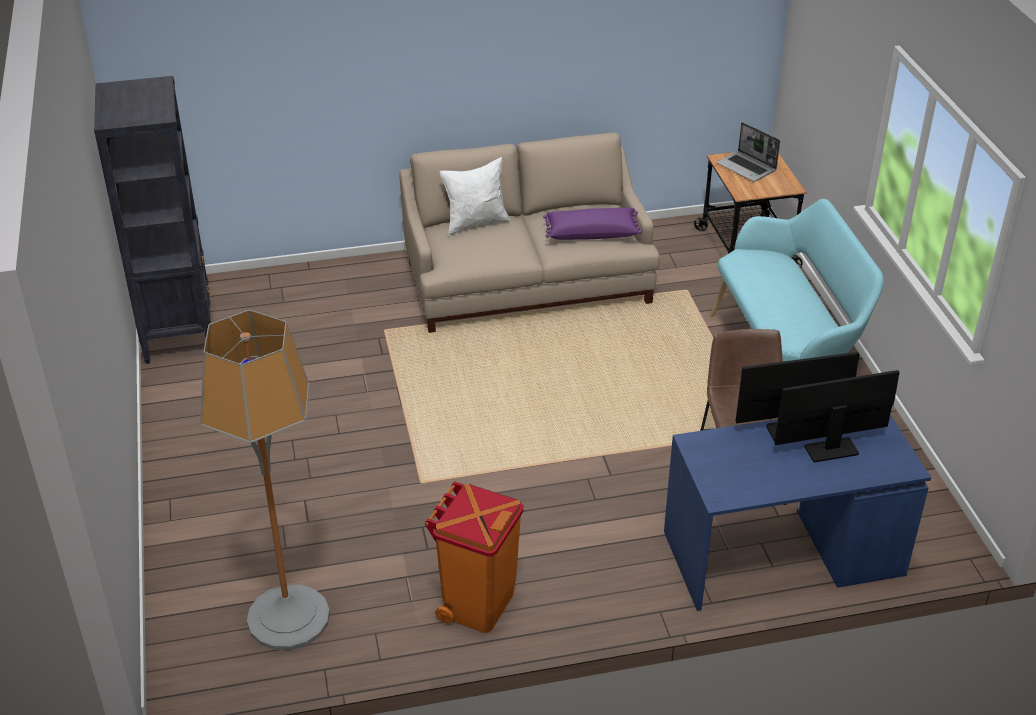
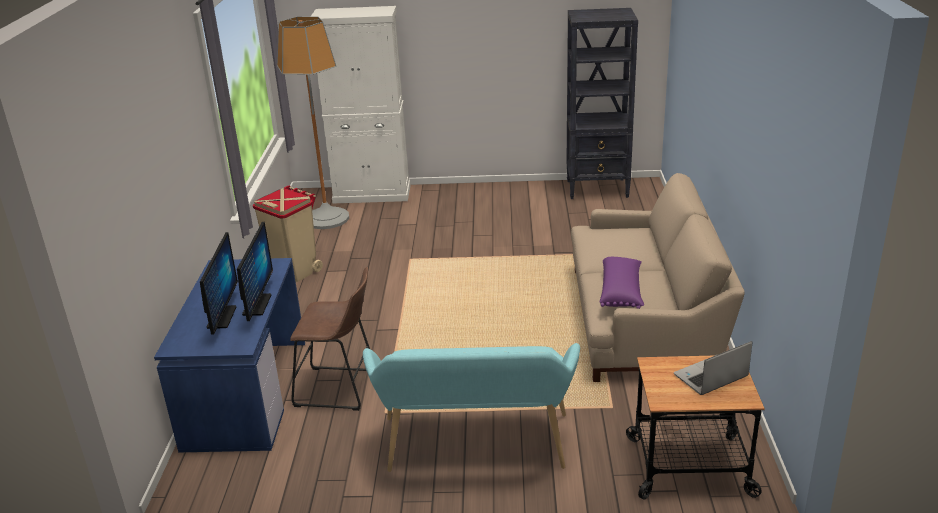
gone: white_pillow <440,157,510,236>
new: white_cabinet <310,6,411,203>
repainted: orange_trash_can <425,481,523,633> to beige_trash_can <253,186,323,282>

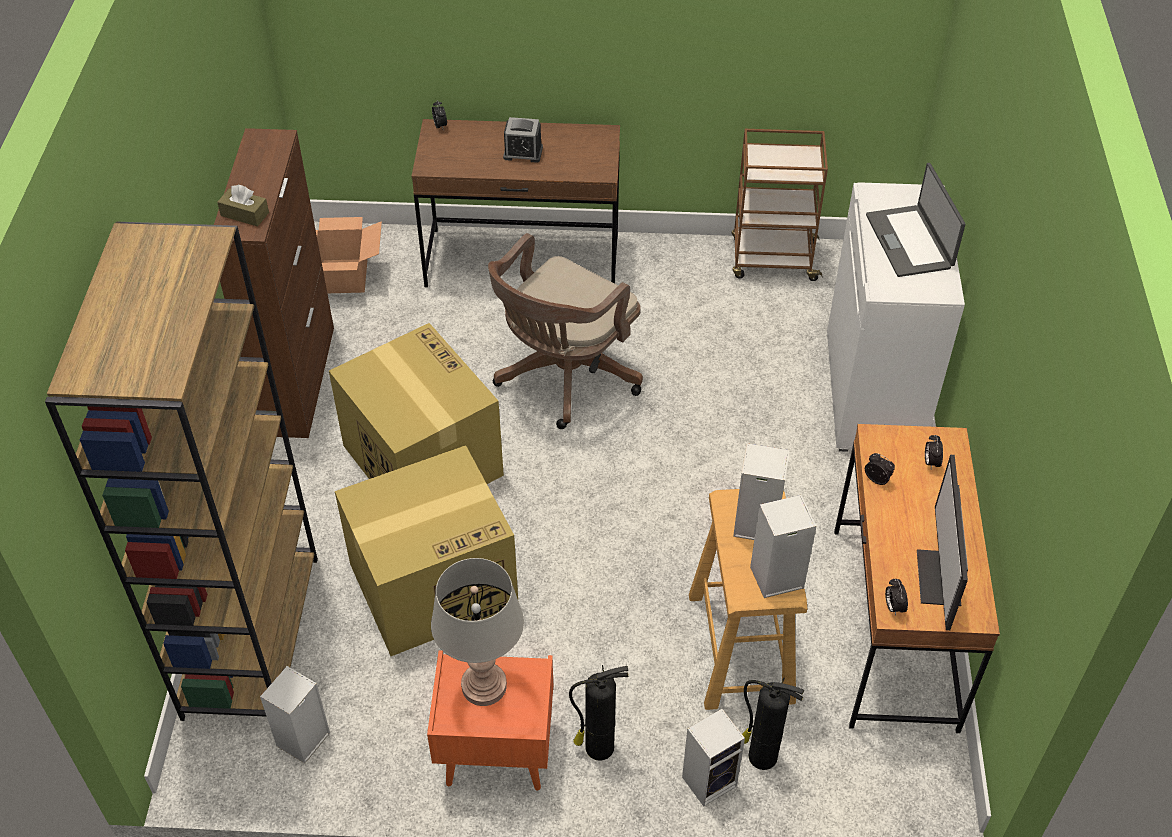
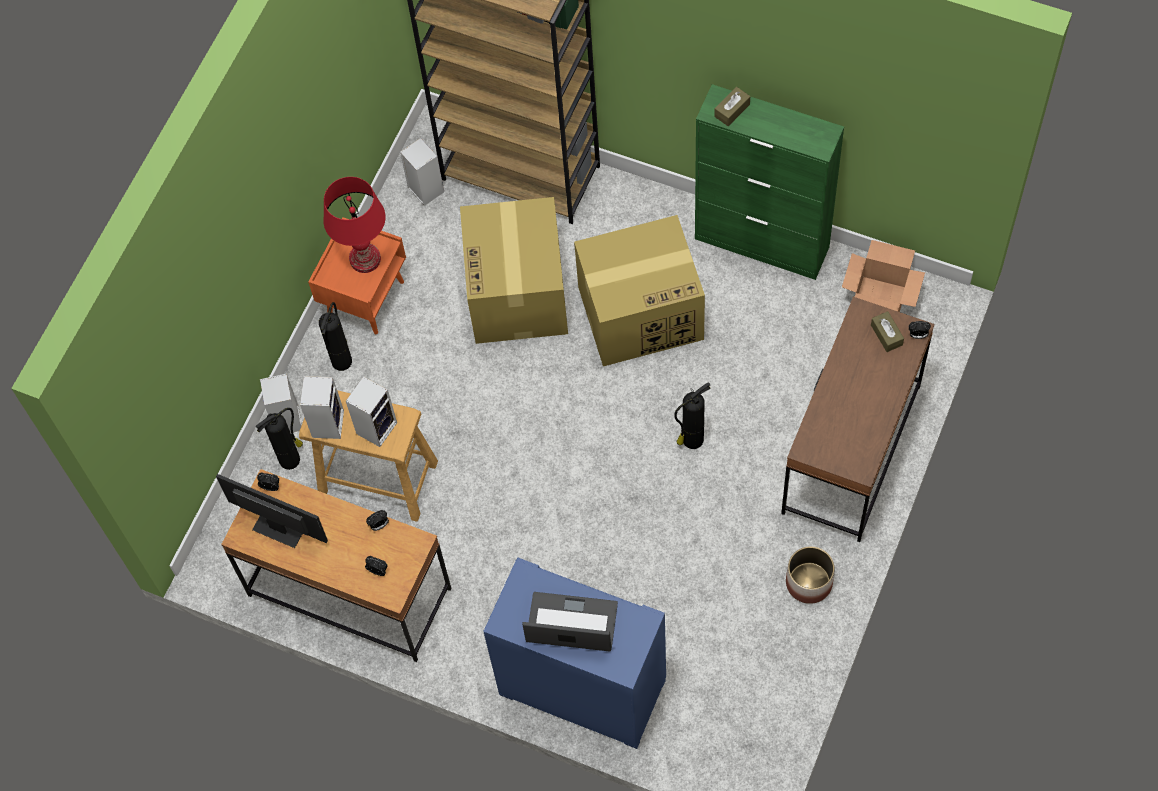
gone: alarm_clock <503,117,543,163>; brown_cart <732,129,828,281>
new: planter <786,546,835,604>; brown_tissue_box <871,311,904,352>
swapped: brown_office_chair <488,233,643,429> to fire_extinguisher <674,382,711,449>
repainted: grey_table_lamp <431,558,524,706> to red_table_lamp <323,177,386,273>; white_cabinet <827,182,965,452> to blue_cabinet <483,558,666,749>; brown_cabinet <214,128,334,438> to green_cabinet <695,84,844,280>

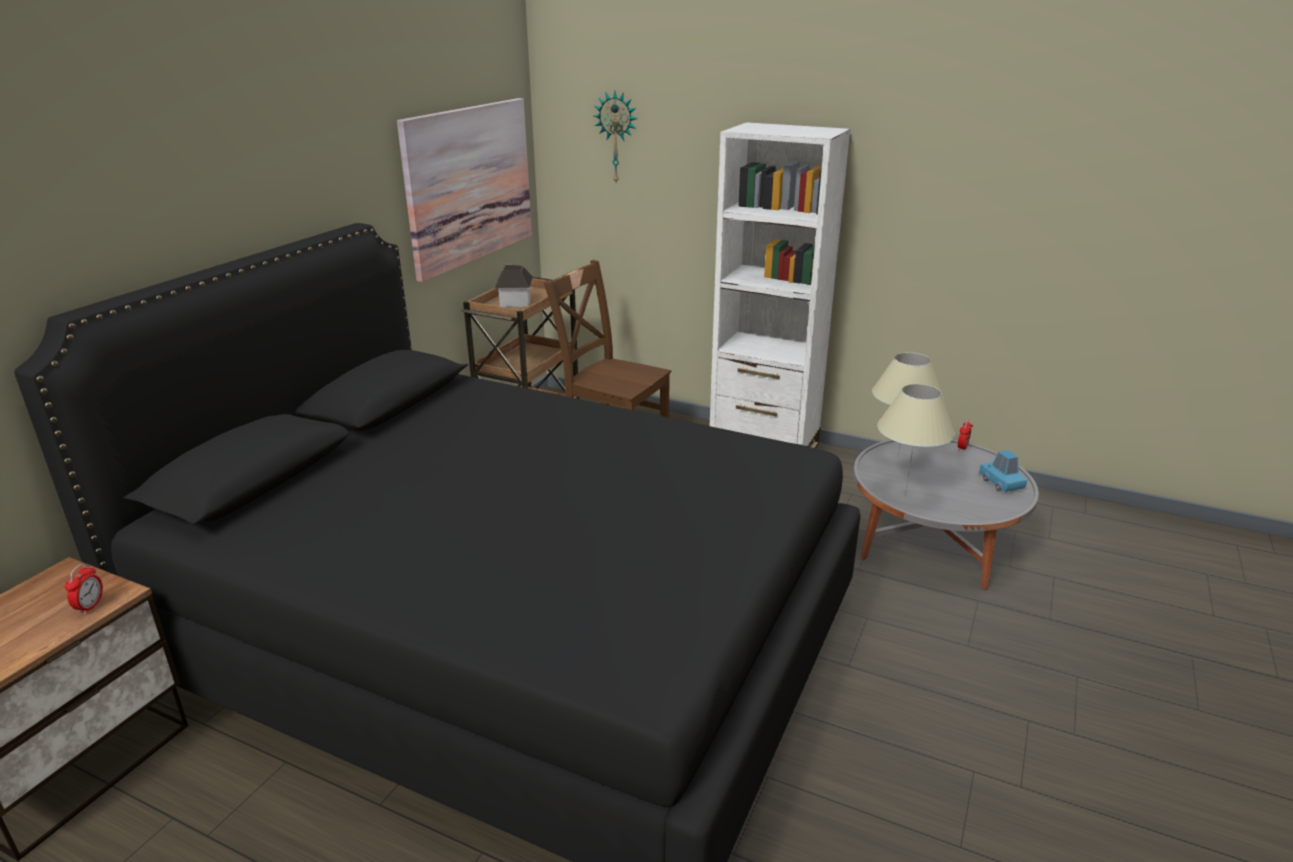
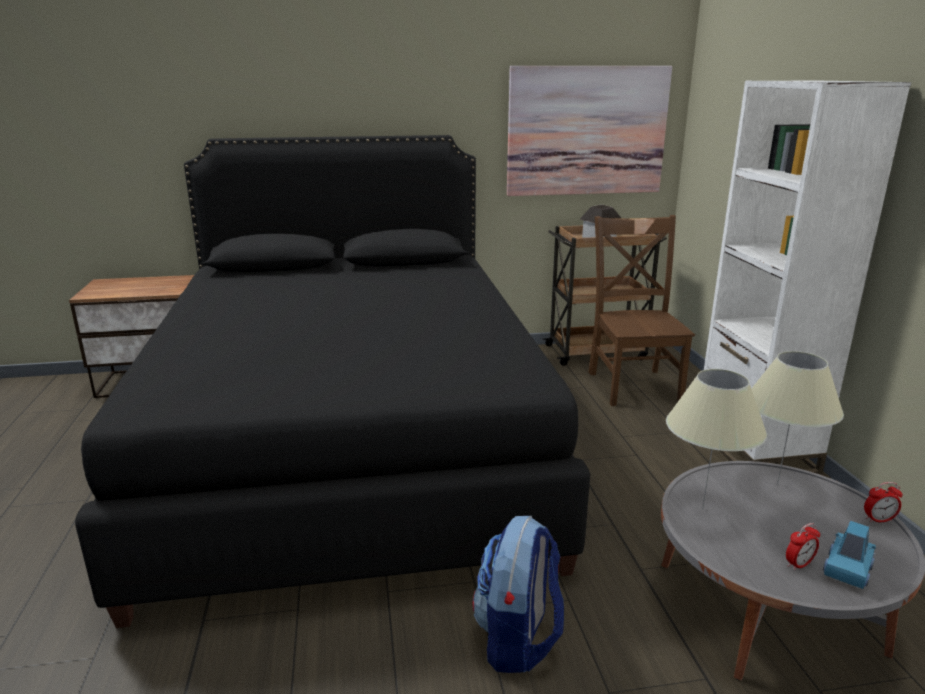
gone: wall_clock <594,91,638,183>
new: backpack <472,516,564,673>
shifted: alarm_clock <65,564,103,615> to <786,523,820,571>

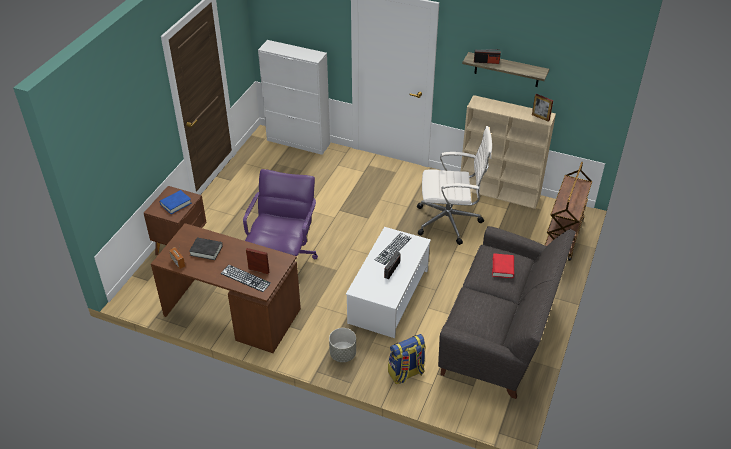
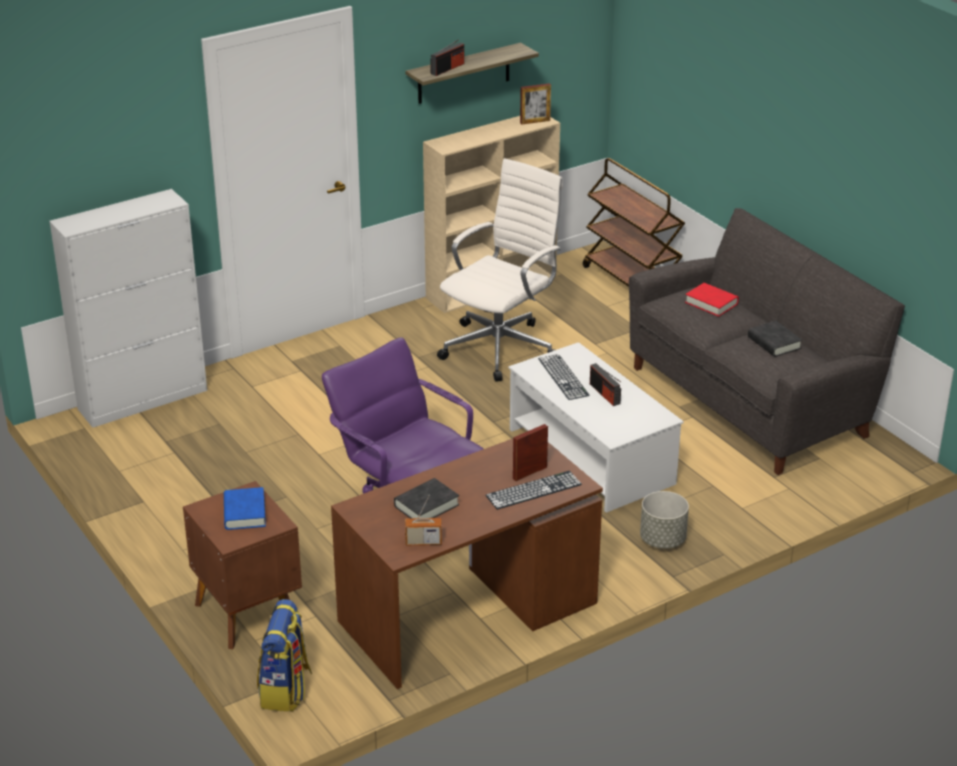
new: black_book <748,321,802,357>
shifted: backpack <388,334,426,384> to <257,599,312,712>

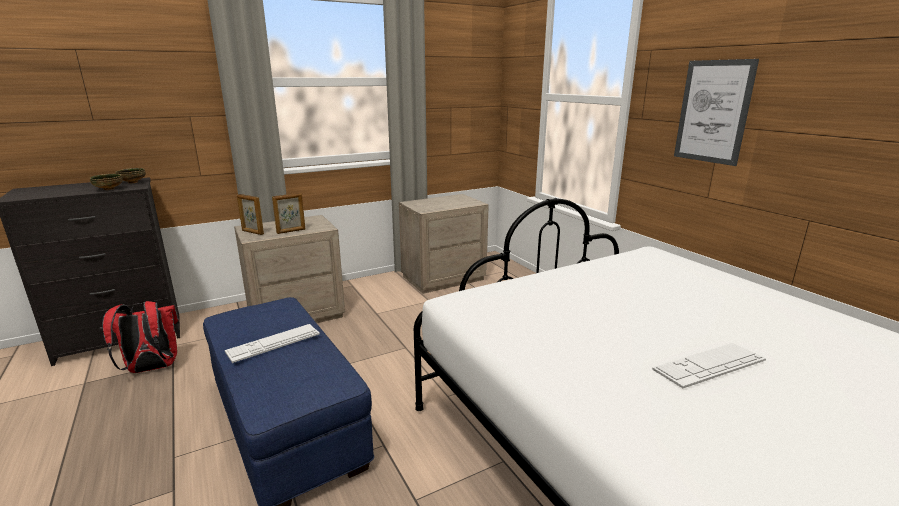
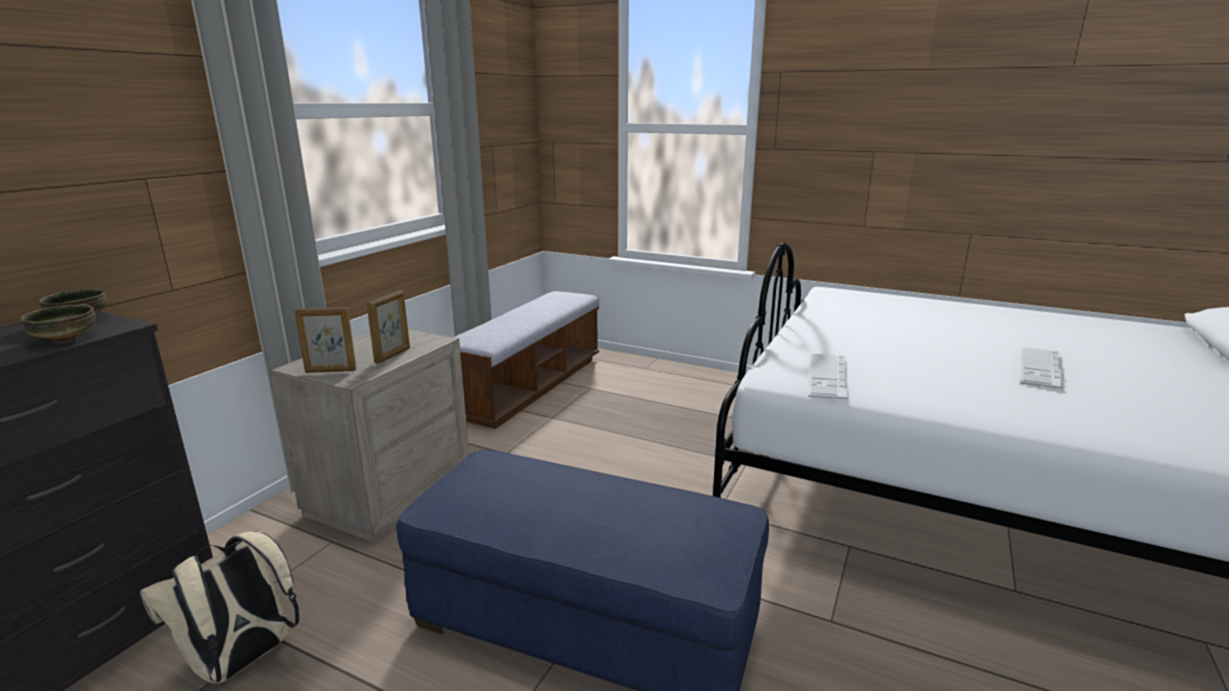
gone: picture <674,59,759,166>
shifted: keyboard <225,324,320,363> to <808,354,848,400>
swapped: beige_nightstand <399,194,489,294> to bench <453,291,599,429>
repainted: red_backpack <102,301,179,373> to beige_backpack <140,530,299,683>

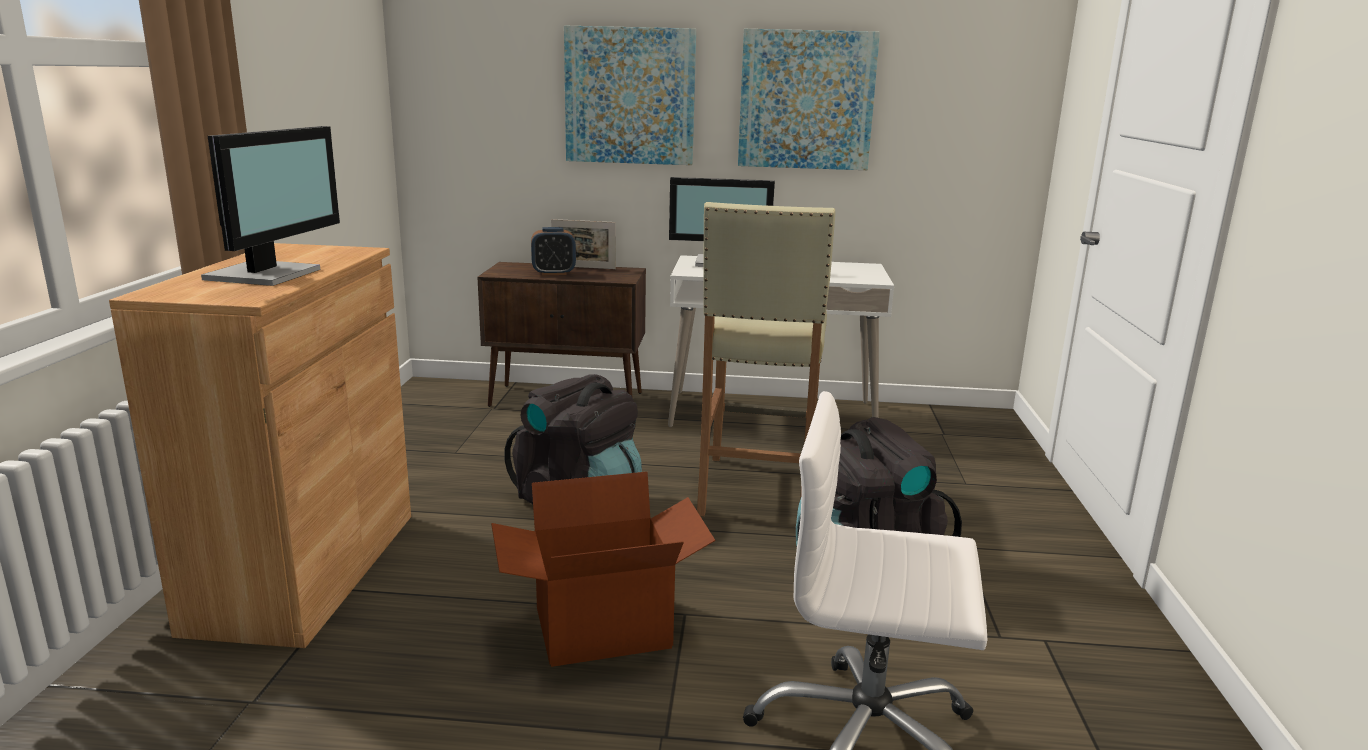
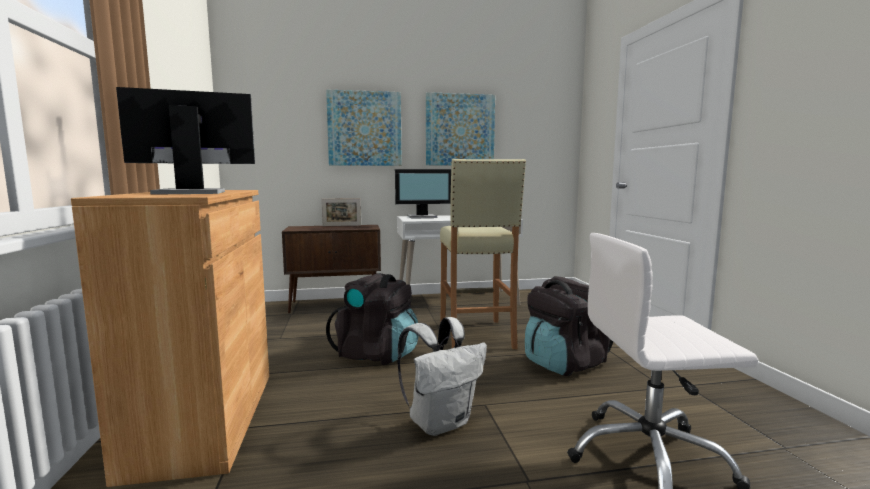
gone: alarm_clock <531,227,576,275>
swapped: cardboard_box <491,472,716,667> to white_backpack <398,317,487,436>
rotated: monitor <201,126,340,286> = <116,87,255,195> 105 degrees counterclockwise

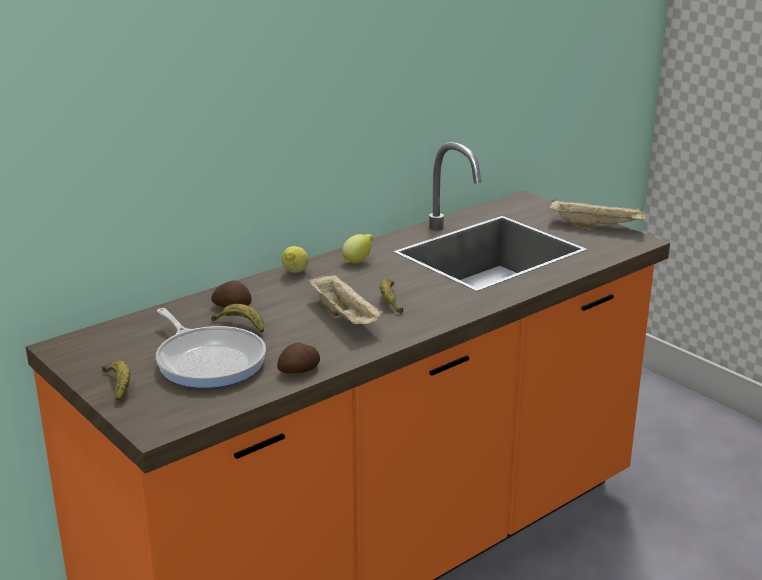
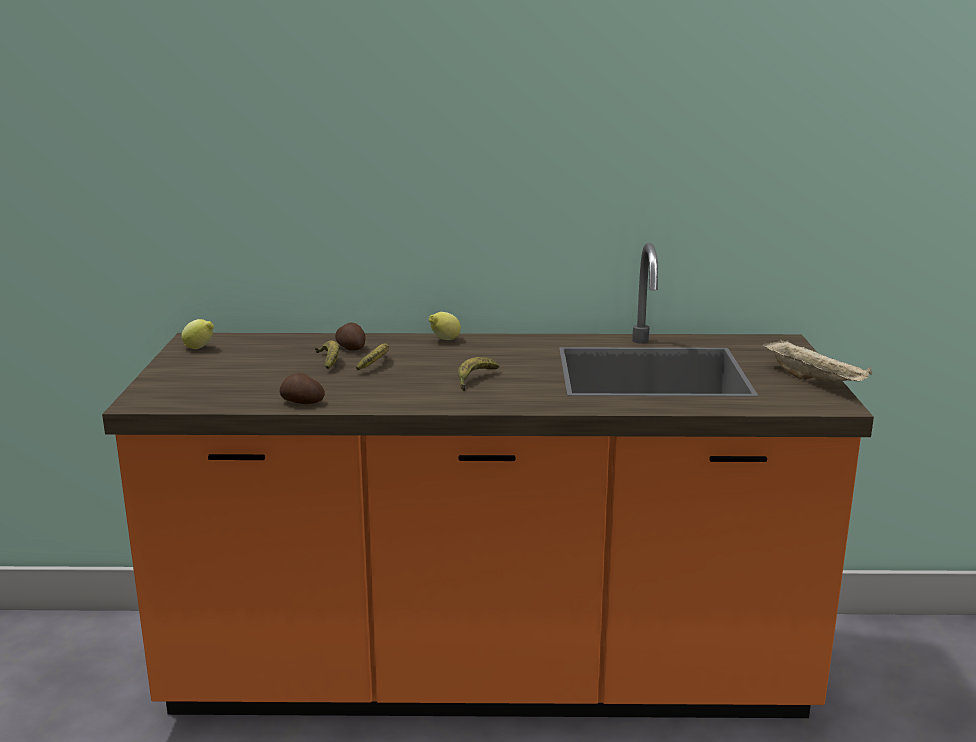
gone: frying_pan <156,308,266,388>; beige_tray <308,273,384,324>
shifted: lemon <342,234,373,264> to <181,319,214,349>; banana <102,360,130,401> to <356,343,389,370>

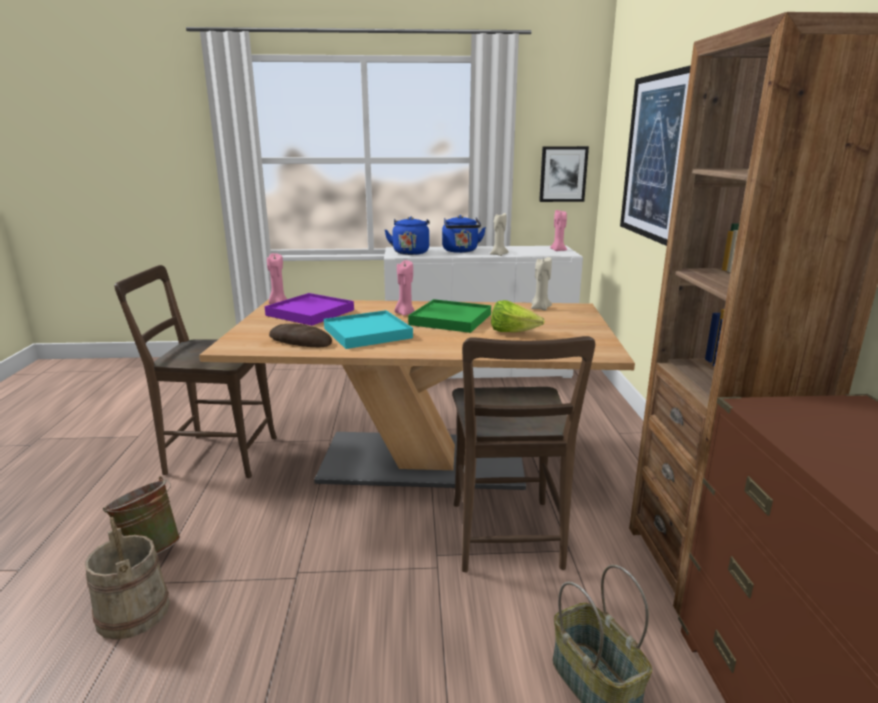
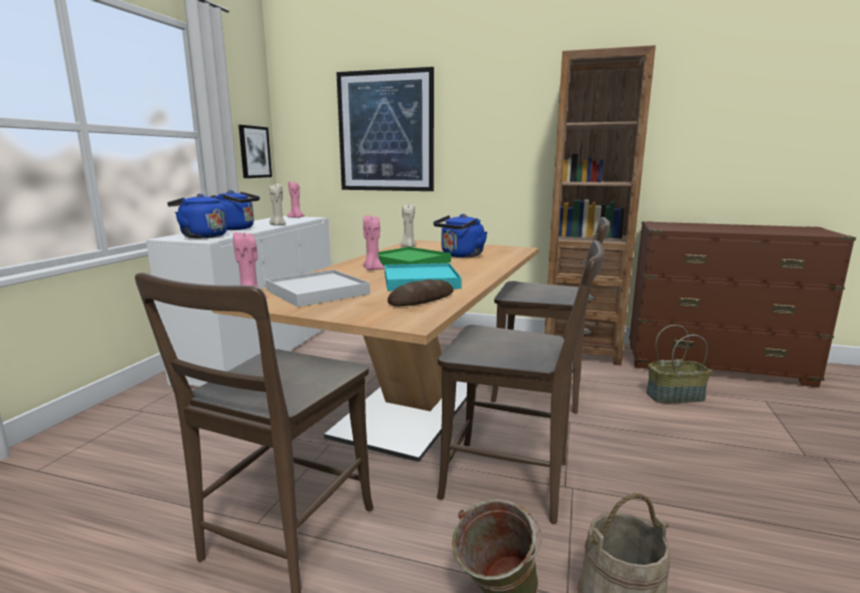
new: brown_chair <437,240,605,524>
swapped: lettuce <491,300,545,332> to blue_kettle <433,214,487,258>
repainted: purple_tray <265,293,354,326> to white_tray <266,270,370,307>

